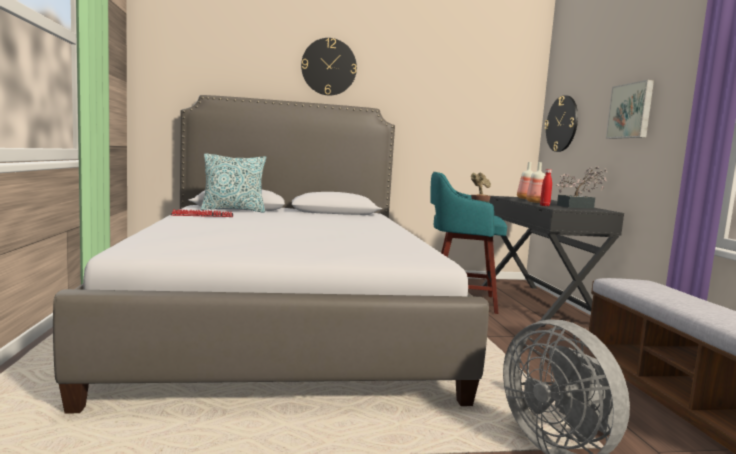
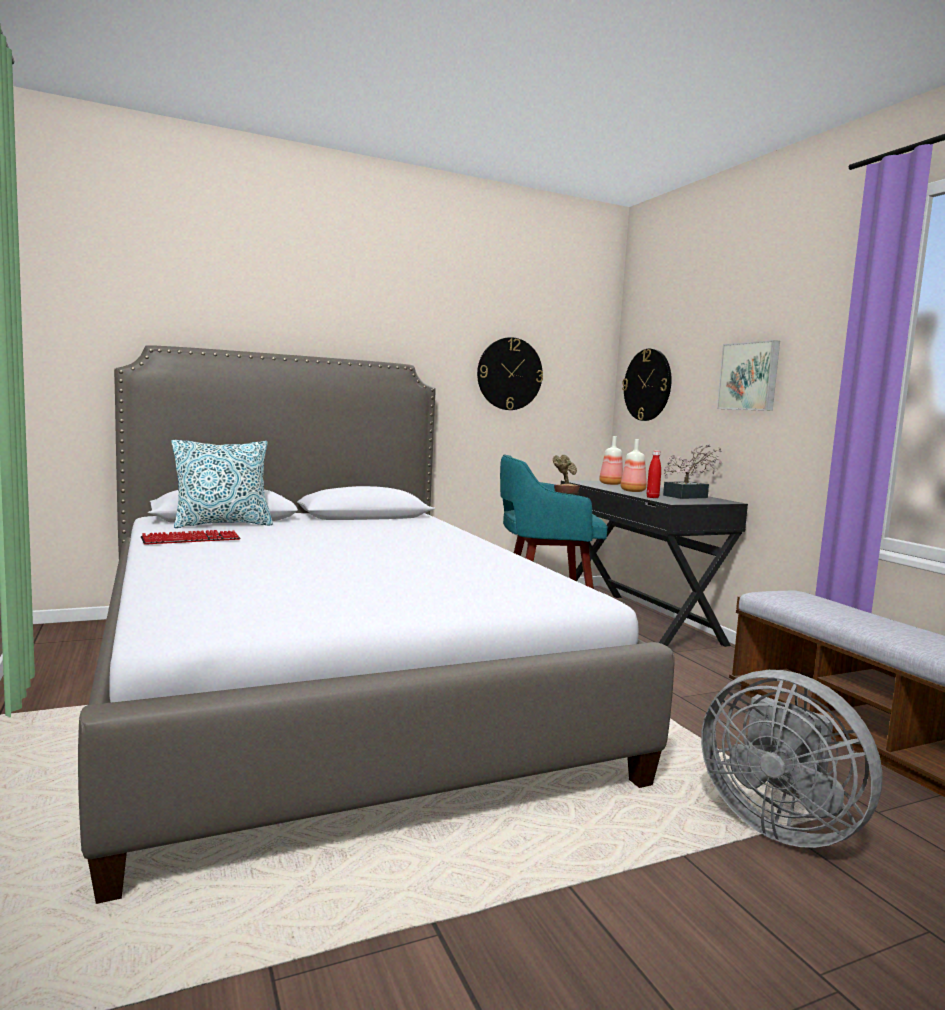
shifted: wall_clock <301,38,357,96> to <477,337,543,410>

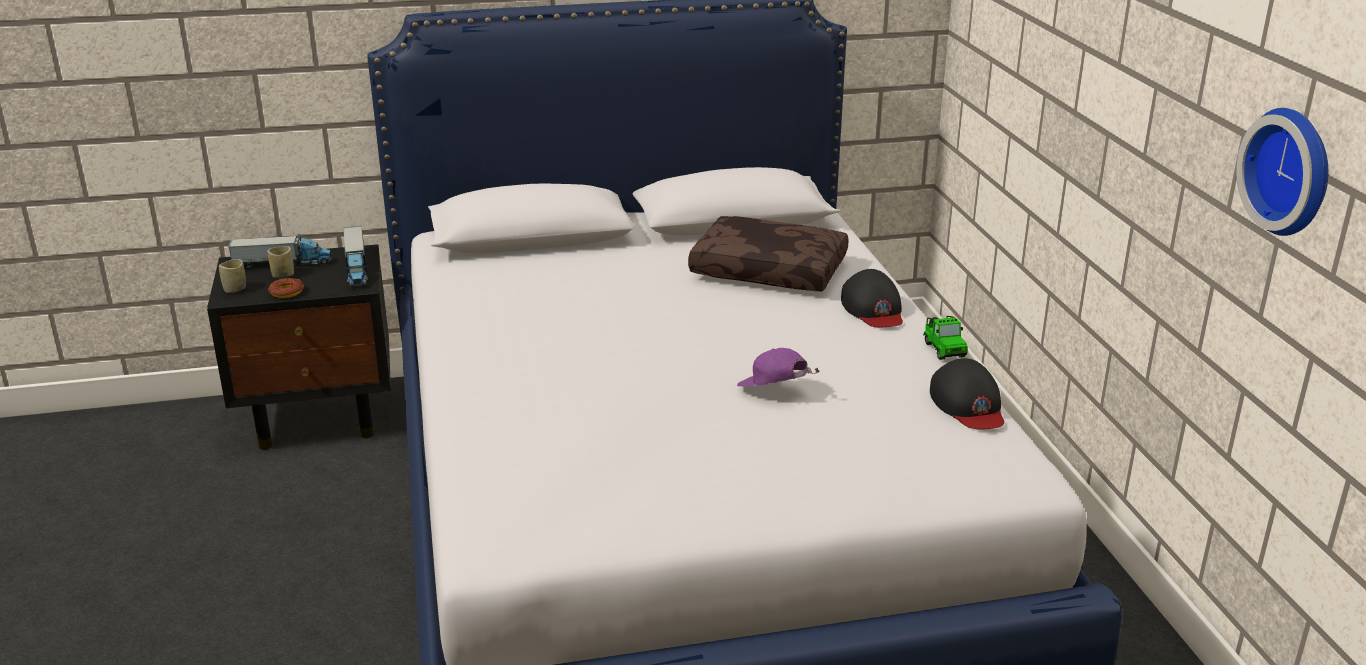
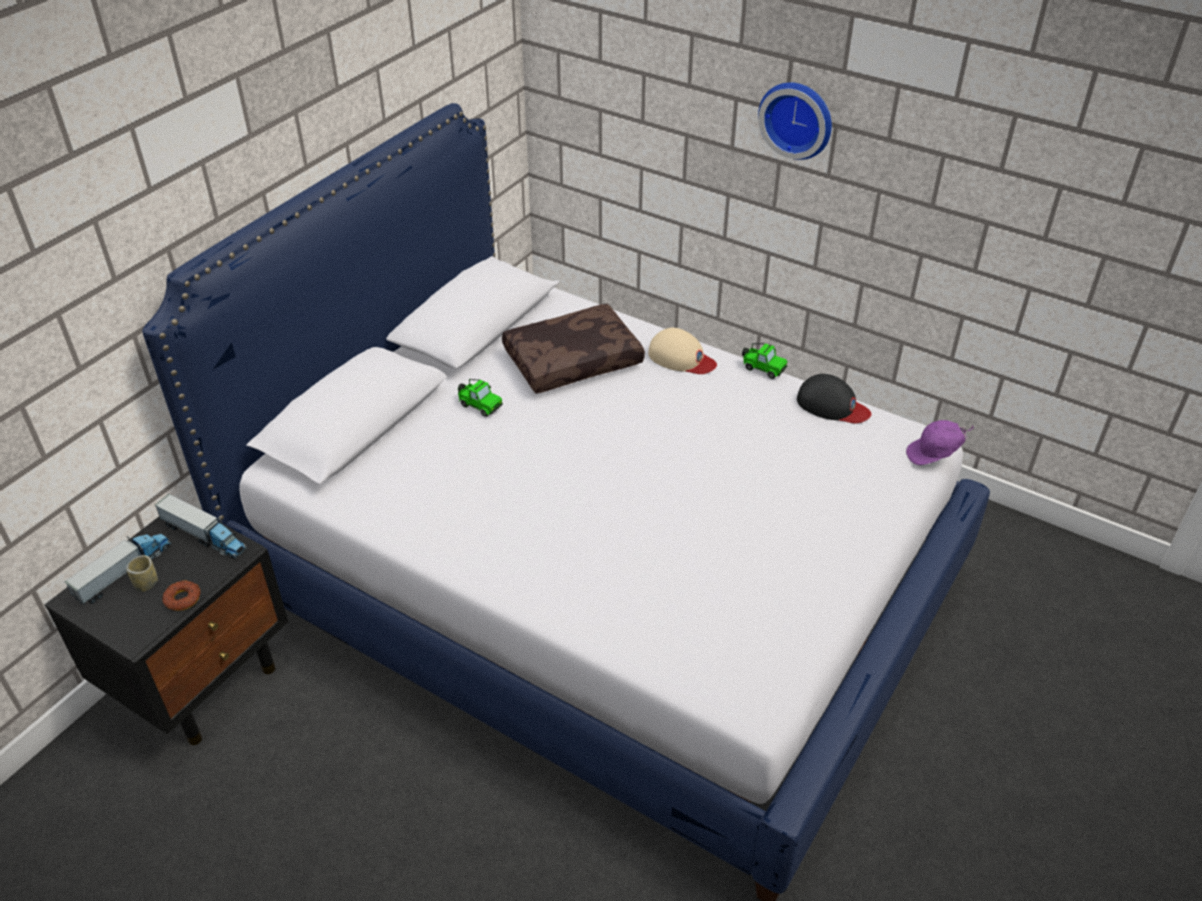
gone: cup <219,259,246,293>
new: toy_car <458,379,503,417>
shifted: wall_clock <1236,108,1328,236> to <758,82,832,160>; purple_cap <737,348,819,387> to <906,420,973,465>
repainted: black_cap <841,269,903,327> to beige_cap <648,328,717,374>

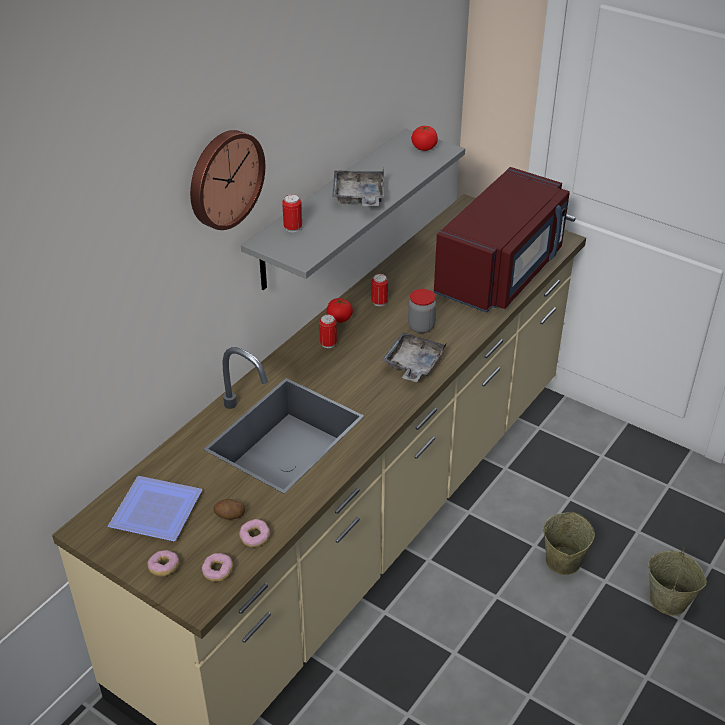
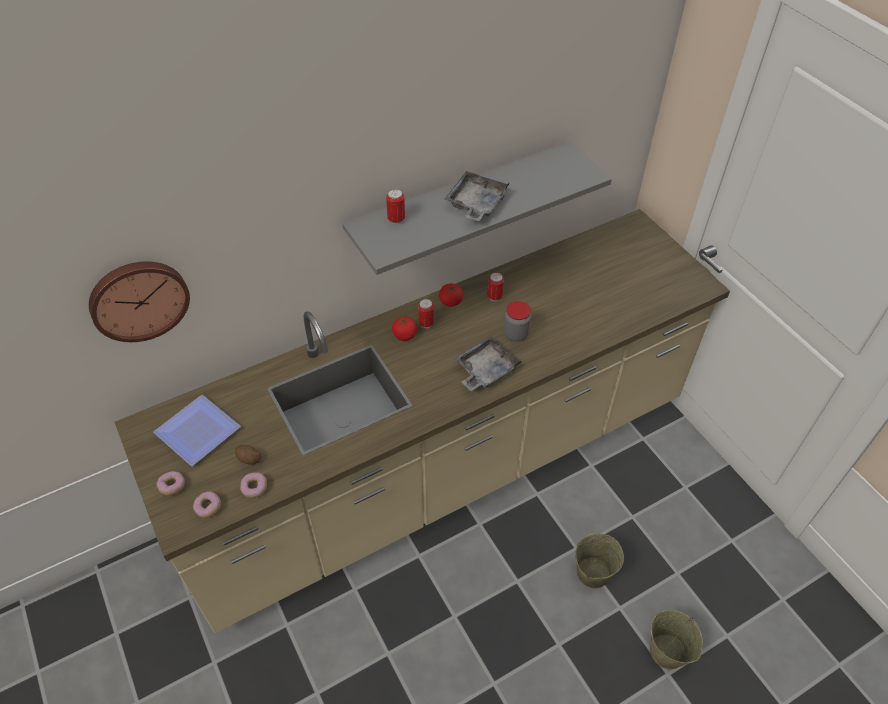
gone: red_microwave <434,167,570,313>
shifted: wall_clock <190,130,265,230> to <89,261,190,342>; tomato <411,125,438,151> to <392,316,417,341>

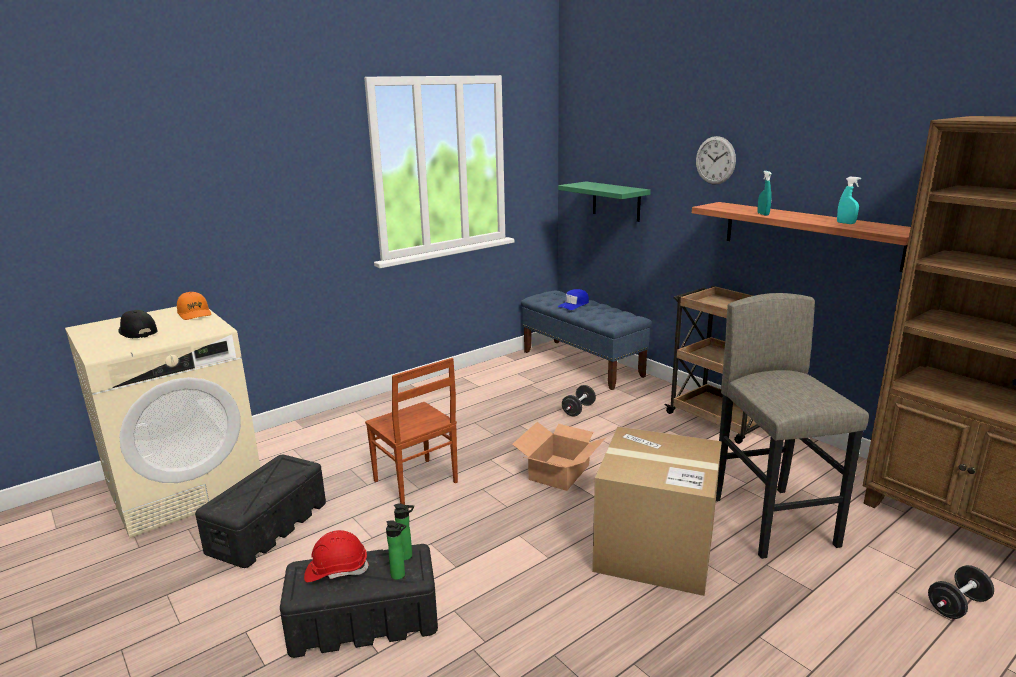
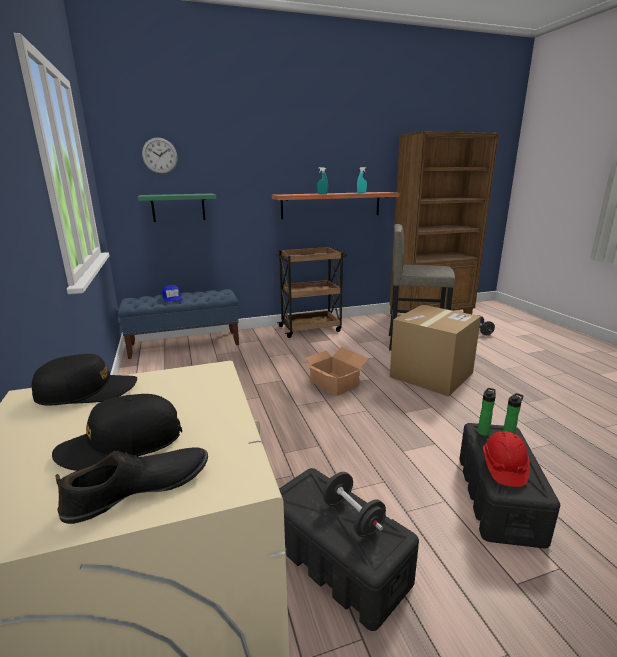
gone: brown_chair <365,358,458,505>
new: black_shoe <55,447,208,524>
shifted: wall_clock <696,136,736,185> to <142,137,178,174>; black_dumbbell <562,385,596,417> to <323,472,386,537>
repainted: orange_cap <177,292,211,320> to black_cap <32,354,137,405>

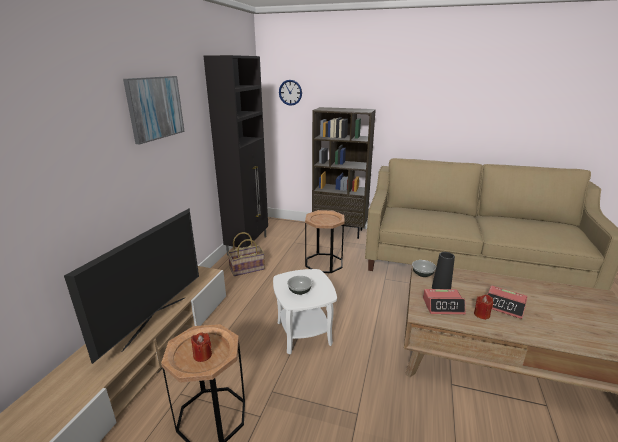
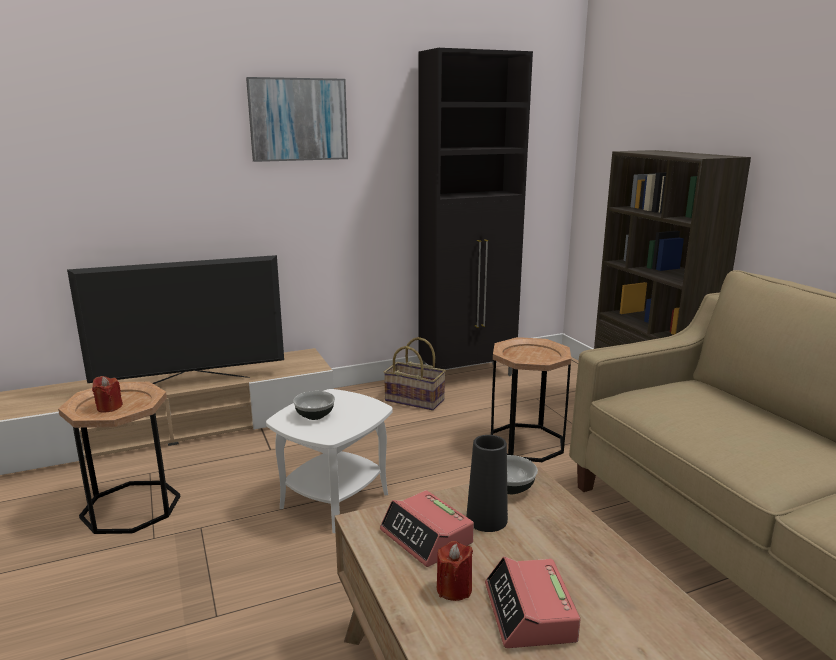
gone: wall_clock <279,80,302,106>

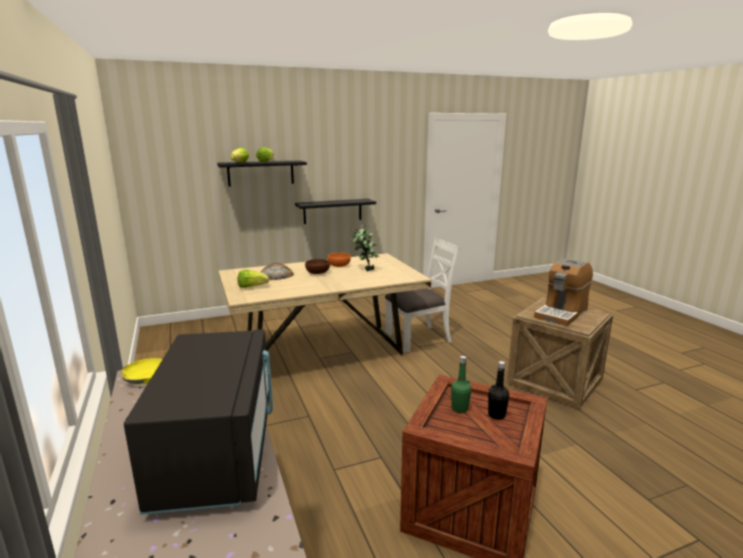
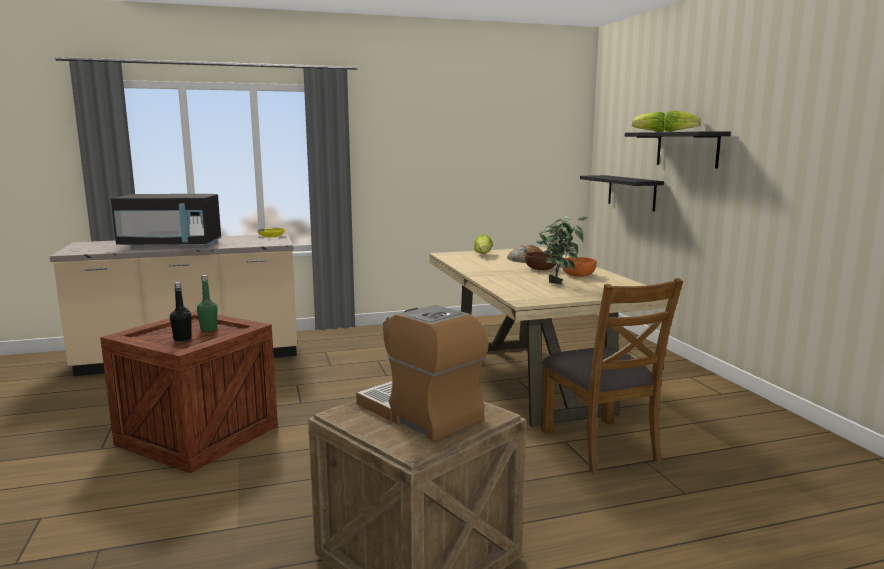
shifted: black_shelf <295,199,376,224> to <580,175,664,212>
repainted: white_chair <385,237,461,352> to brown_chair <541,278,683,474>

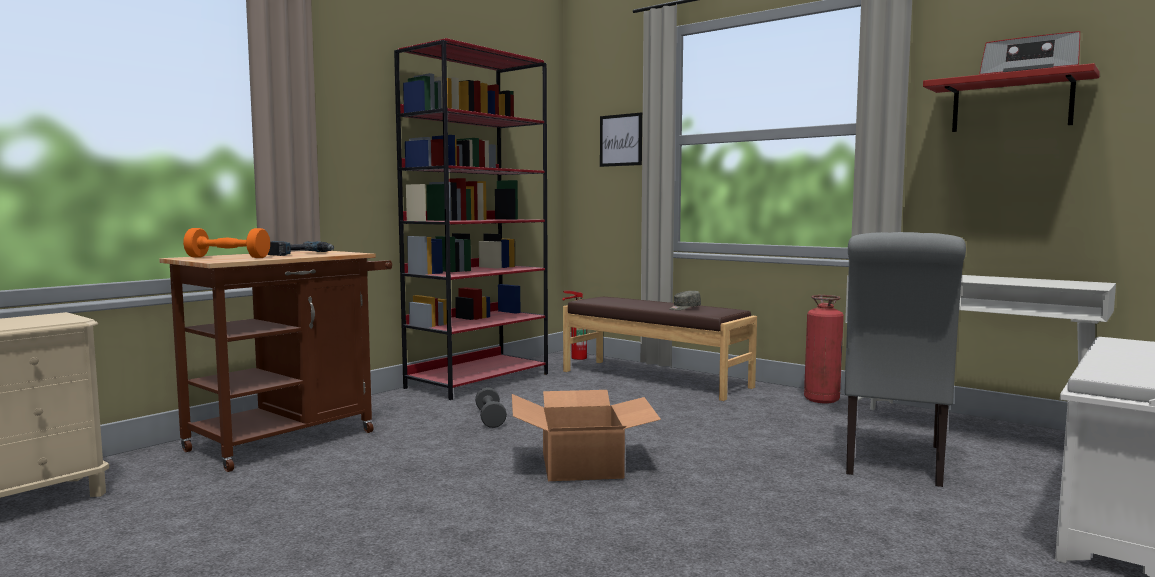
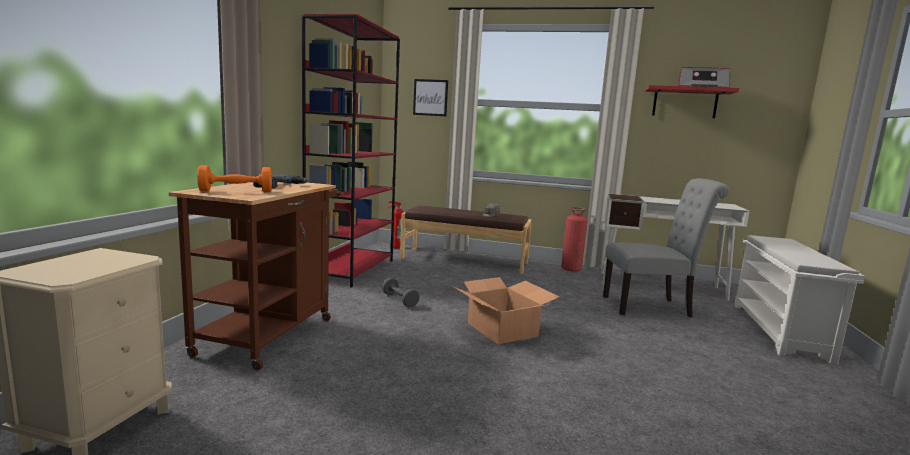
rotated: grey_chair <845,232,966,487> = <603,178,730,317> 90 degrees counterclockwise

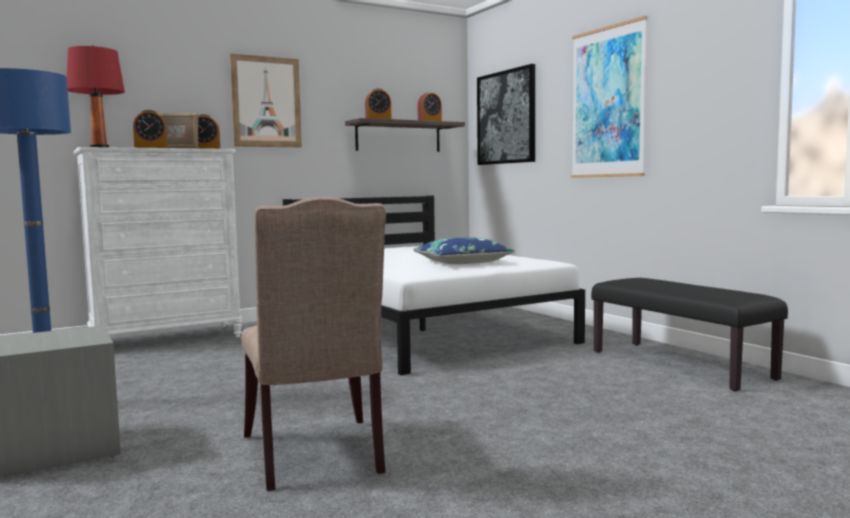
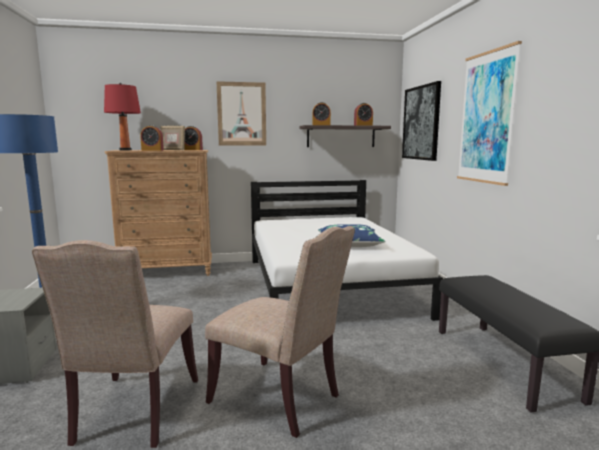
new: beige_chair <205,226,355,438>
repainted: white_dresser <74,147,242,337> to brown_dresser <105,150,212,276>

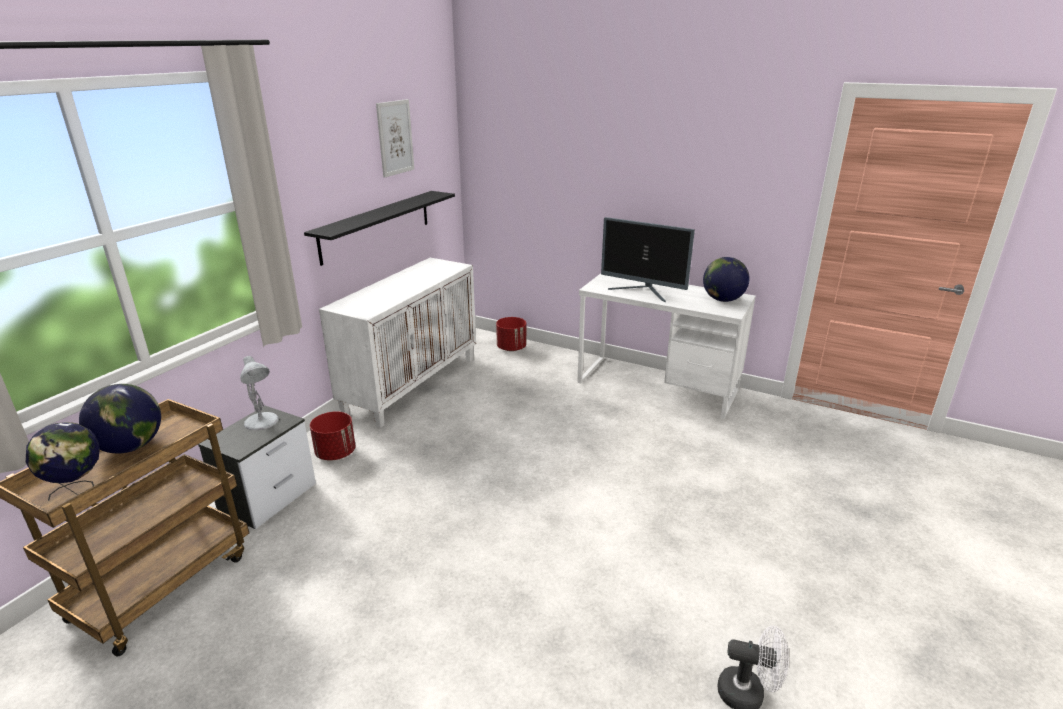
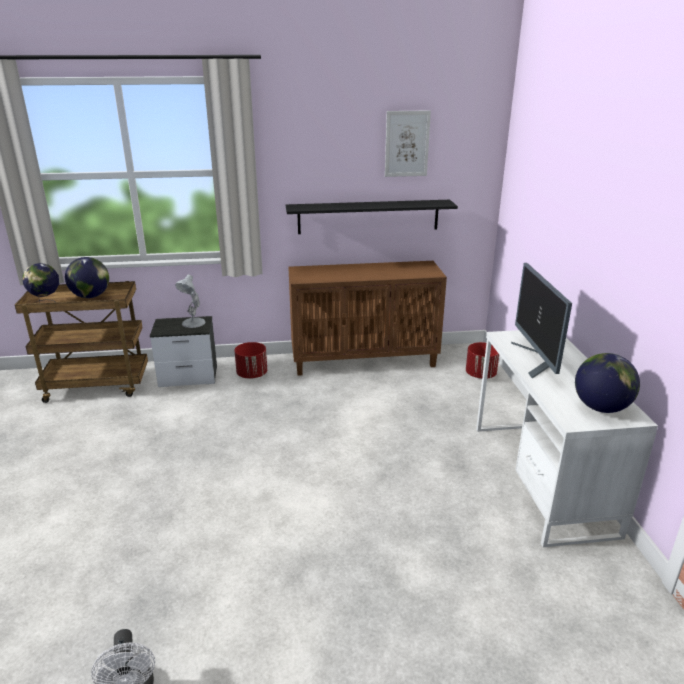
repainted: white_cabinet <319,258,476,428> to brown_cabinet <288,261,447,376>

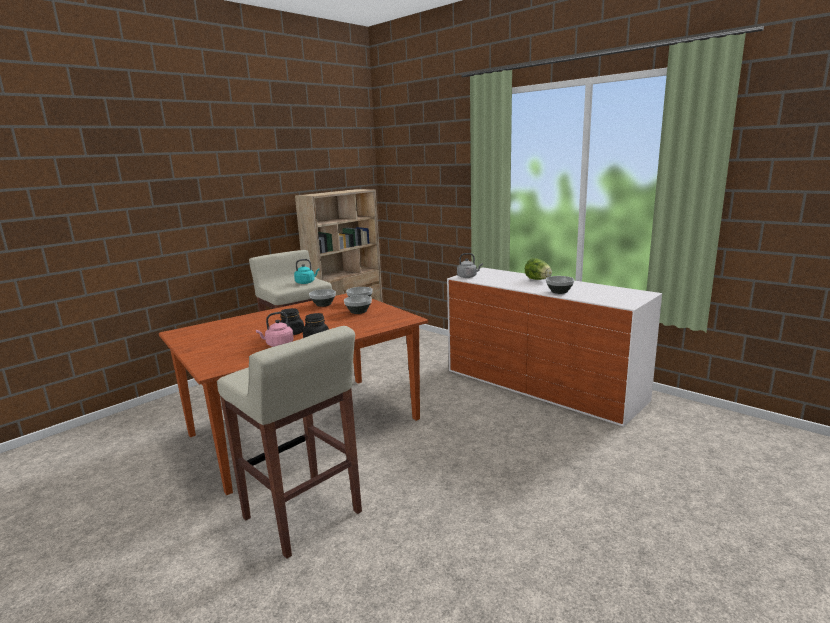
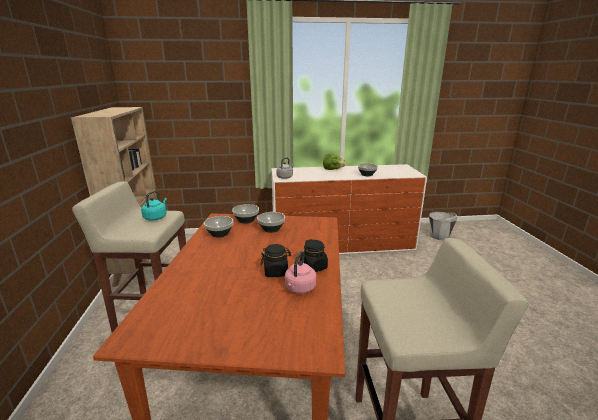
new: grey_bucket <429,212,457,240>

